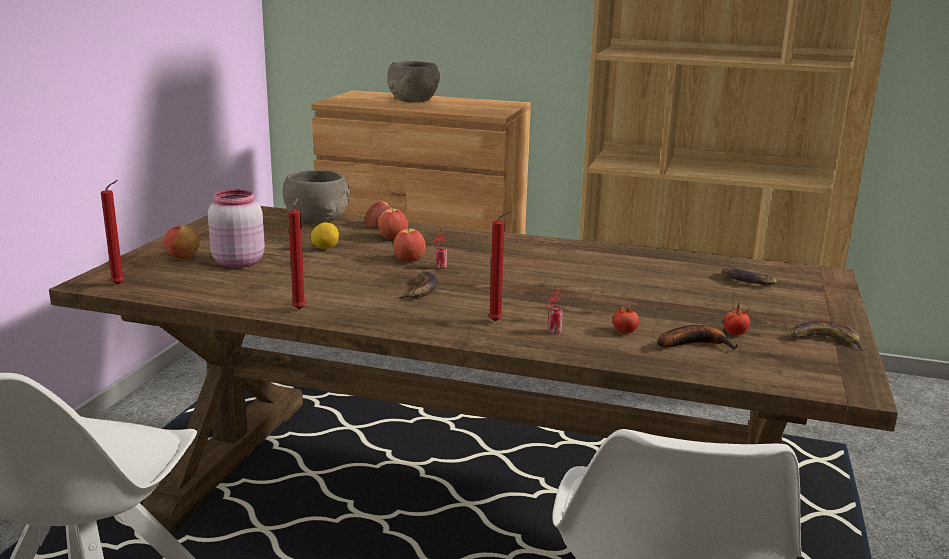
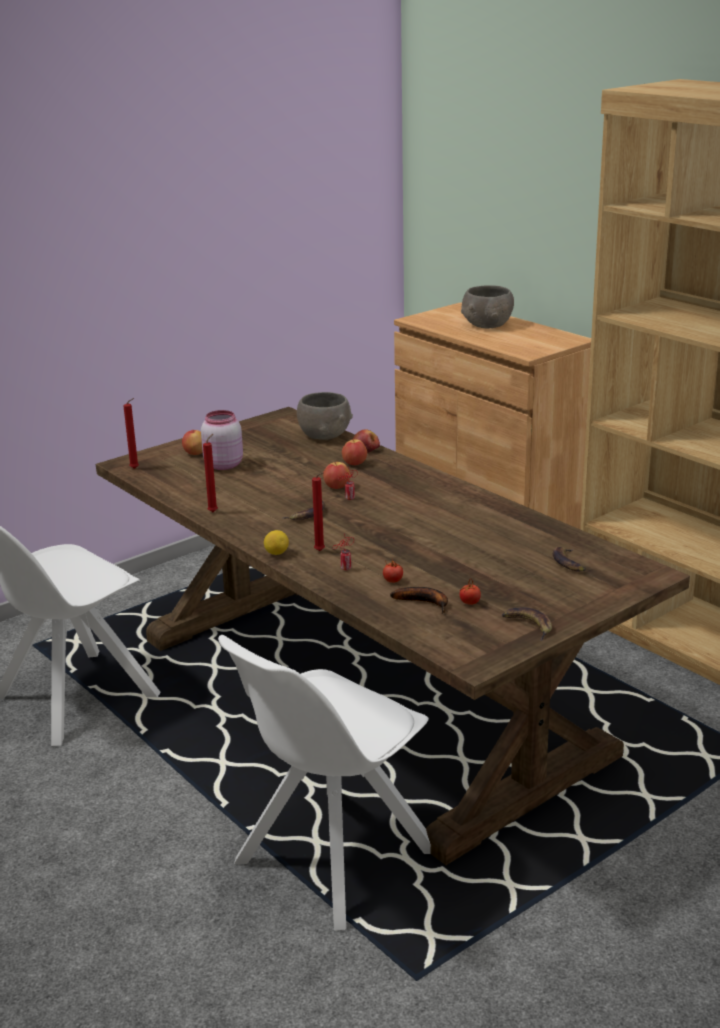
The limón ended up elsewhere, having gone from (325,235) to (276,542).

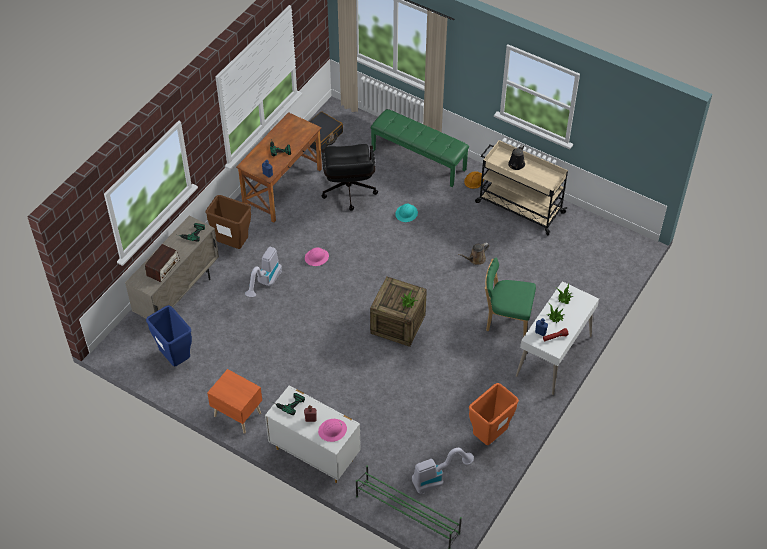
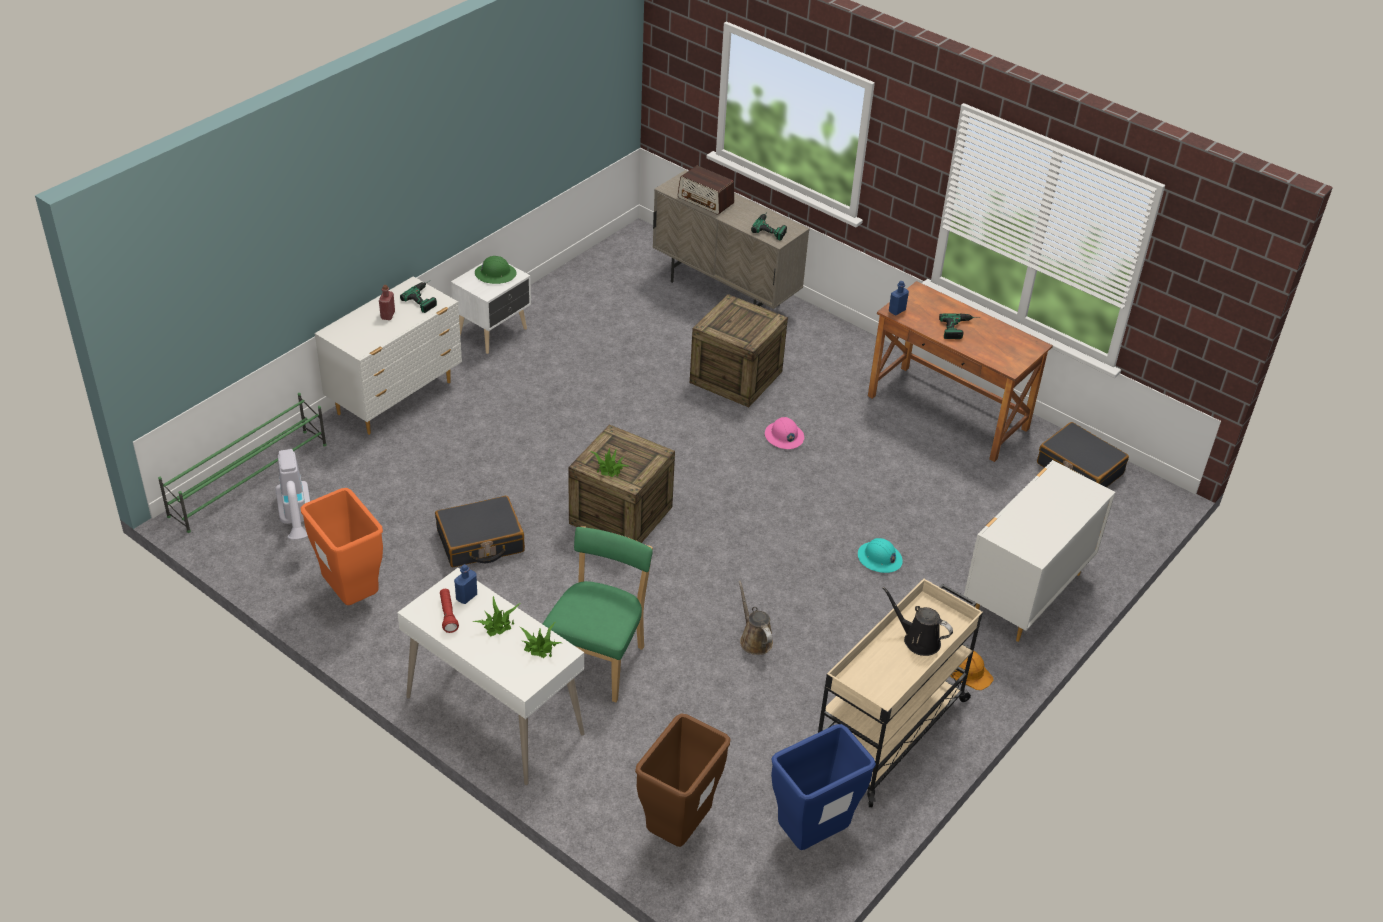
Where the banco (verde) stood at (420,148), the cómoda (blanco) came to stand at (1039,551). The second view lost the silla de oficina (negro) at (349,177). The papelera (marrón) ended up elsewhere, having gone from (228,222) to (682,780). Where the aspiradora stood at (263,272), the caja de embalaje came to stand at (739,350). The papelera (azul) ended up elsewhere, having gone from (169,336) to (823,787). What was the mesita de noche (naranja) at (234,401) turned into the mesita de noche (blanco) at (491,308). The second view lost the casco (rosa) at (332,430). The second view gained the casco (verde) at (495,270). The second view gained the maleta (negro) at (480,531).

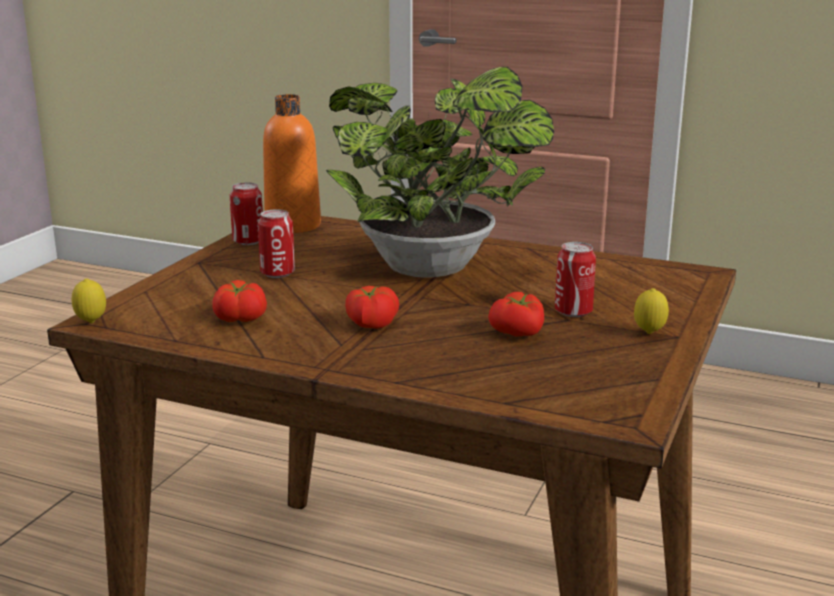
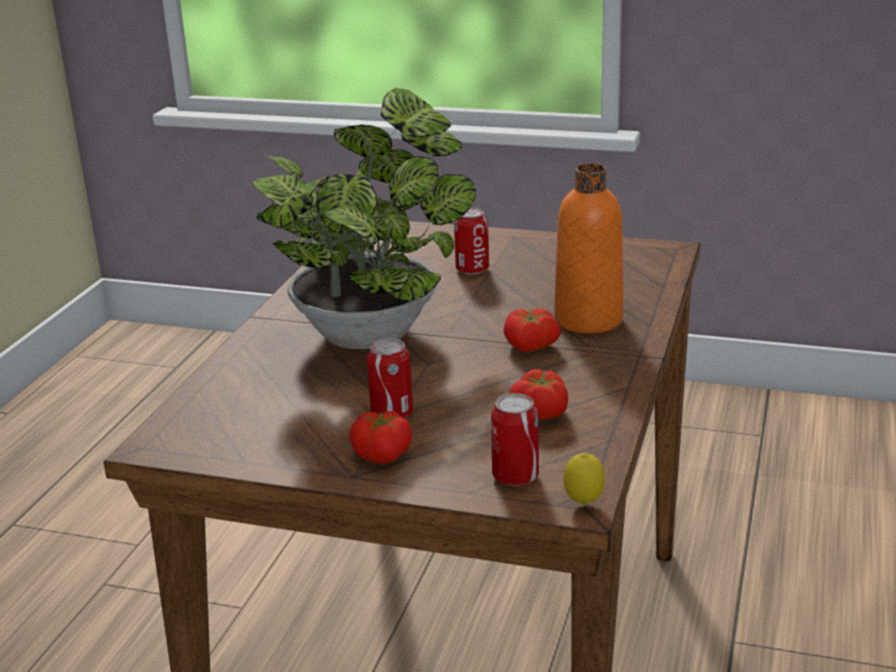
The botella (naranja) ended up elsewhere, having gone from (292,163) to (588,248). The lata ended up elsewhere, having gone from (246,213) to (515,439). The second view lost the limón at (651,311). The tomate ended up elsewhere, having gone from (516,314) to (380,437).

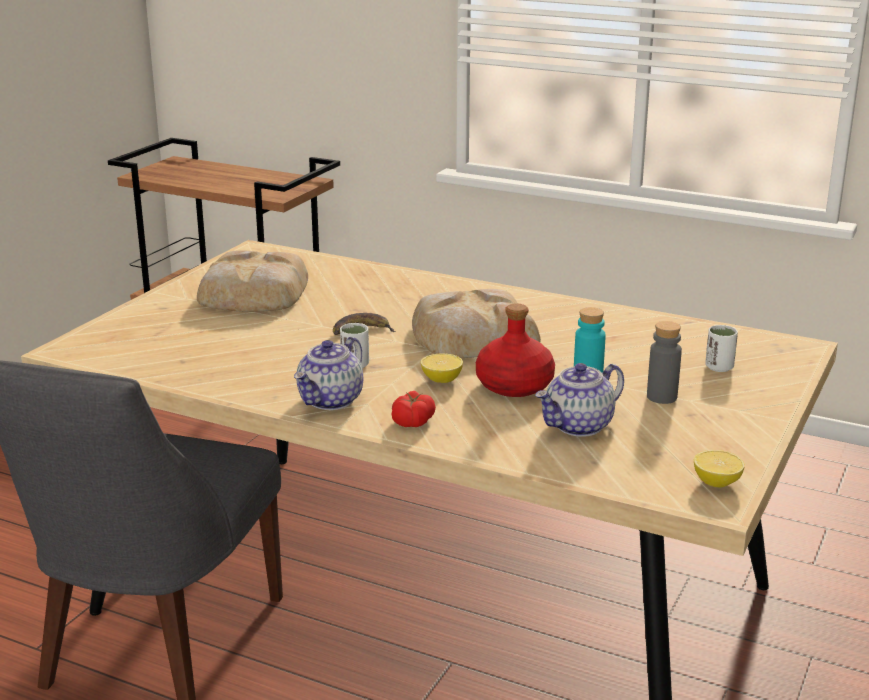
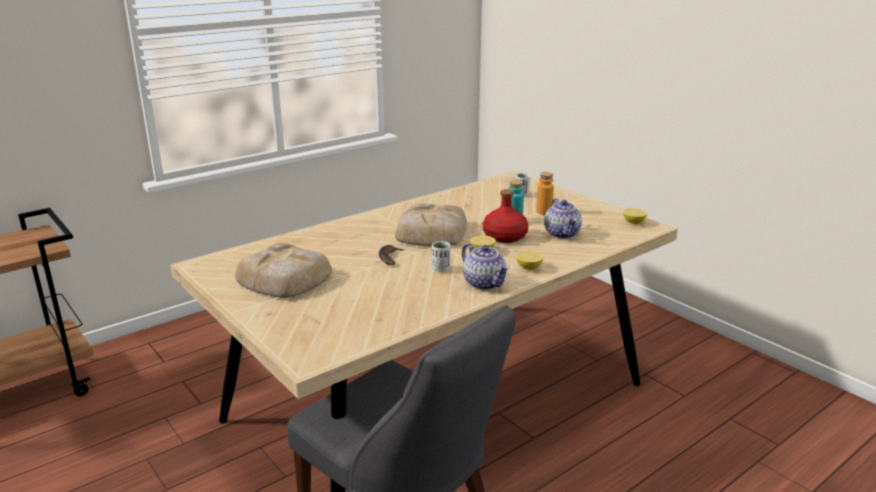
What was the botella (gris) at (664,362) turned into the botella (naranja) at (545,193). Where the tomate stood at (414,409), the limón came to stand at (529,260).

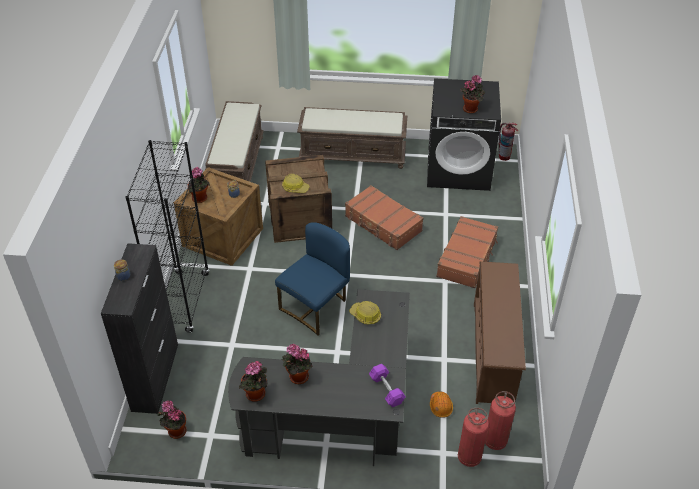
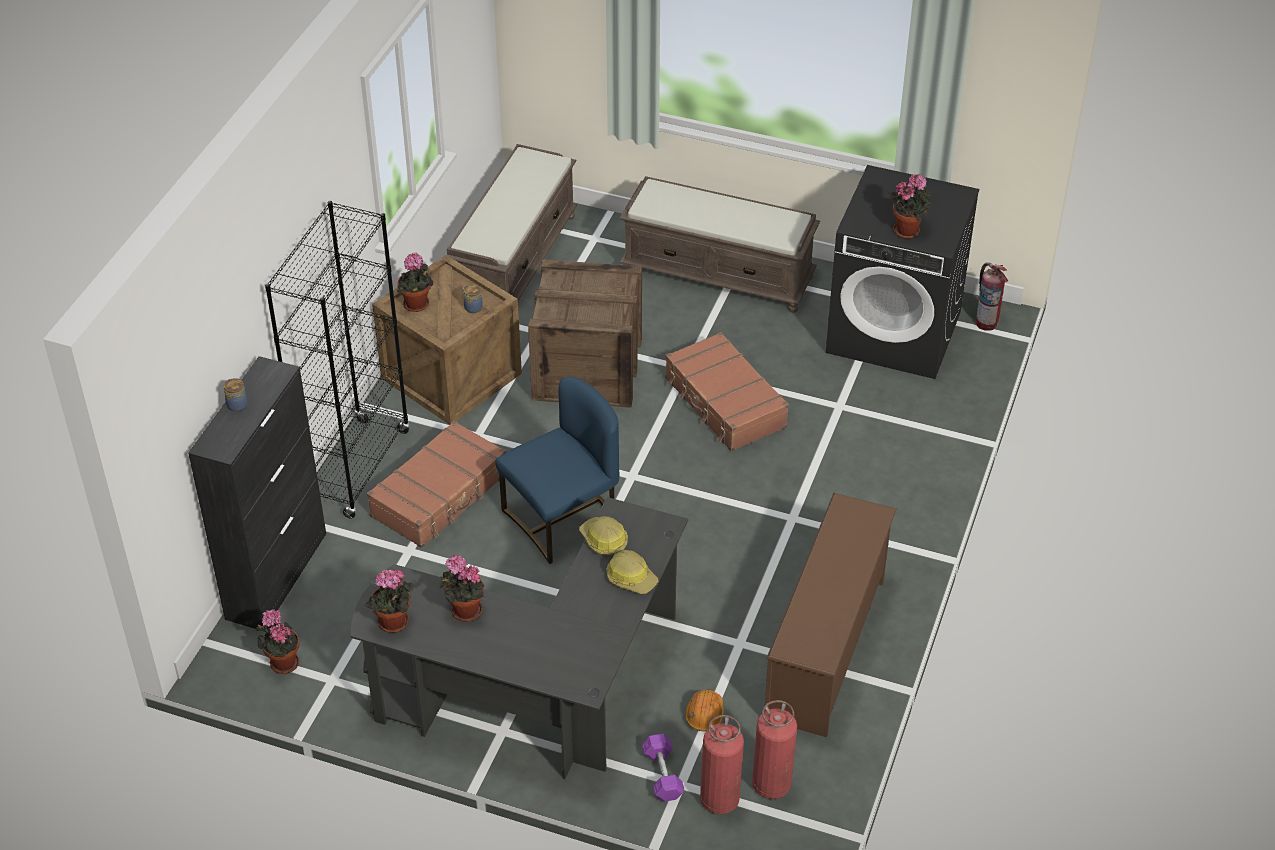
The casco ended up elsewhere, having gone from (296,183) to (632,572). The maleta (marrón) ended up elsewhere, having gone from (467,252) to (436,484). The mancuerna (morado) ended up elsewhere, having gone from (387,385) to (663,768).

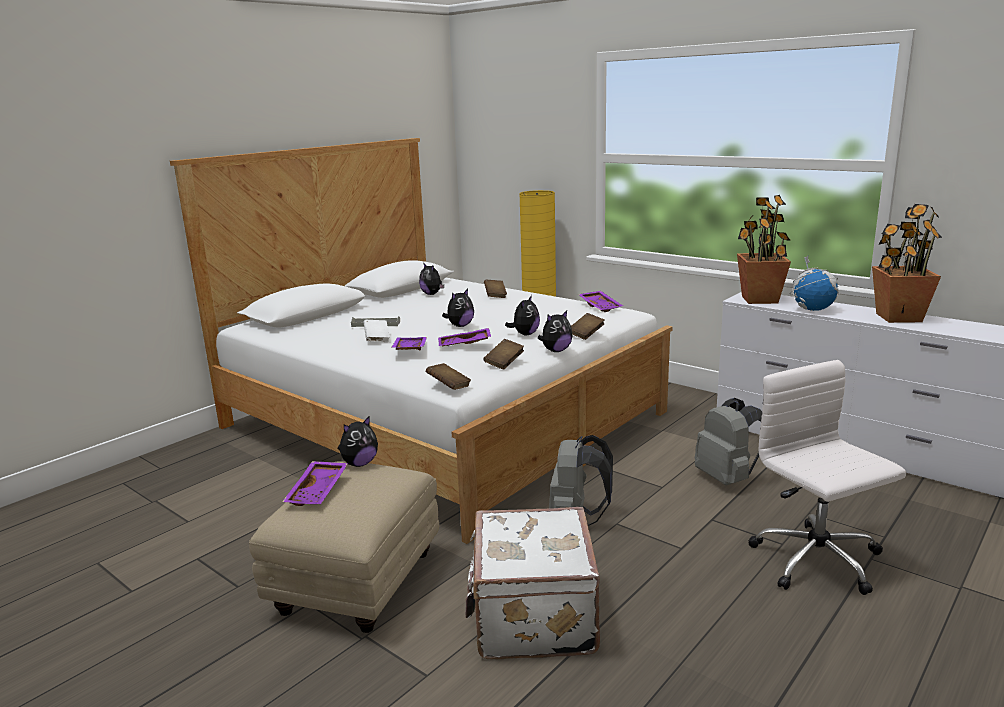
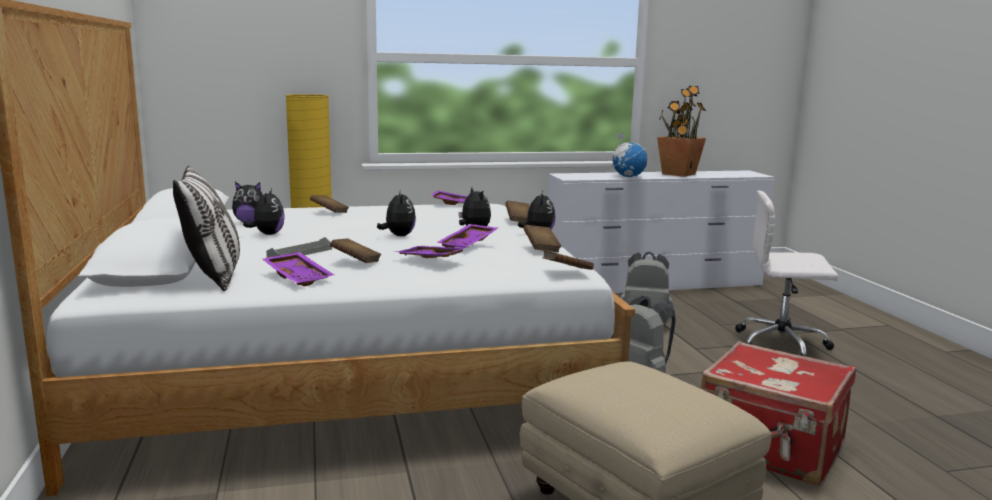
The second view lost the planta en maceta at (764,249). What was the libro (blanco) at (377,331) turned into the libro (marrón) at (355,250). The peluche ended up elsewhere, having gone from (358,442) to (264,212). The bandeja (morado) ended up elsewhere, having gone from (315,483) to (298,269). What was the maleta (blanco) at (532,583) turned into the maleta (rojo) at (778,414). The second view gained the cojín at (206,228).

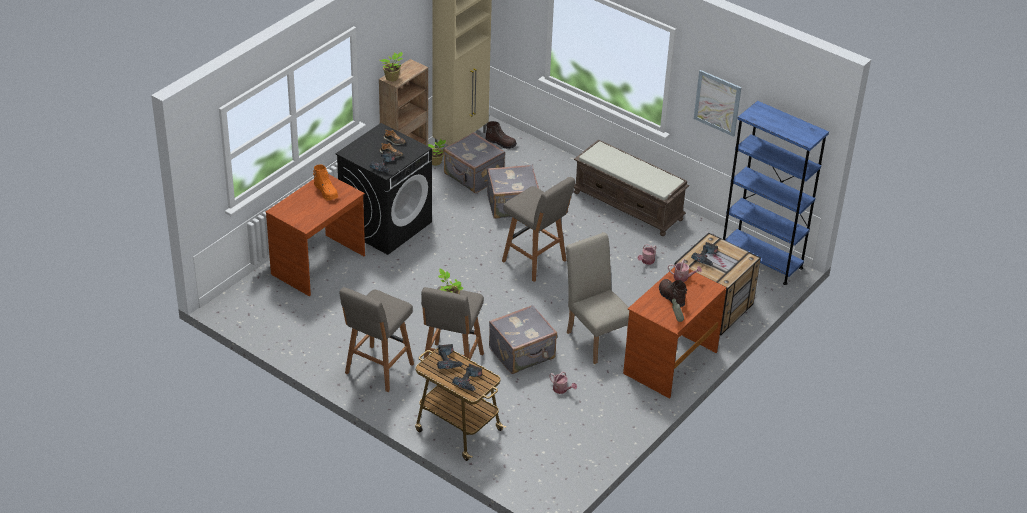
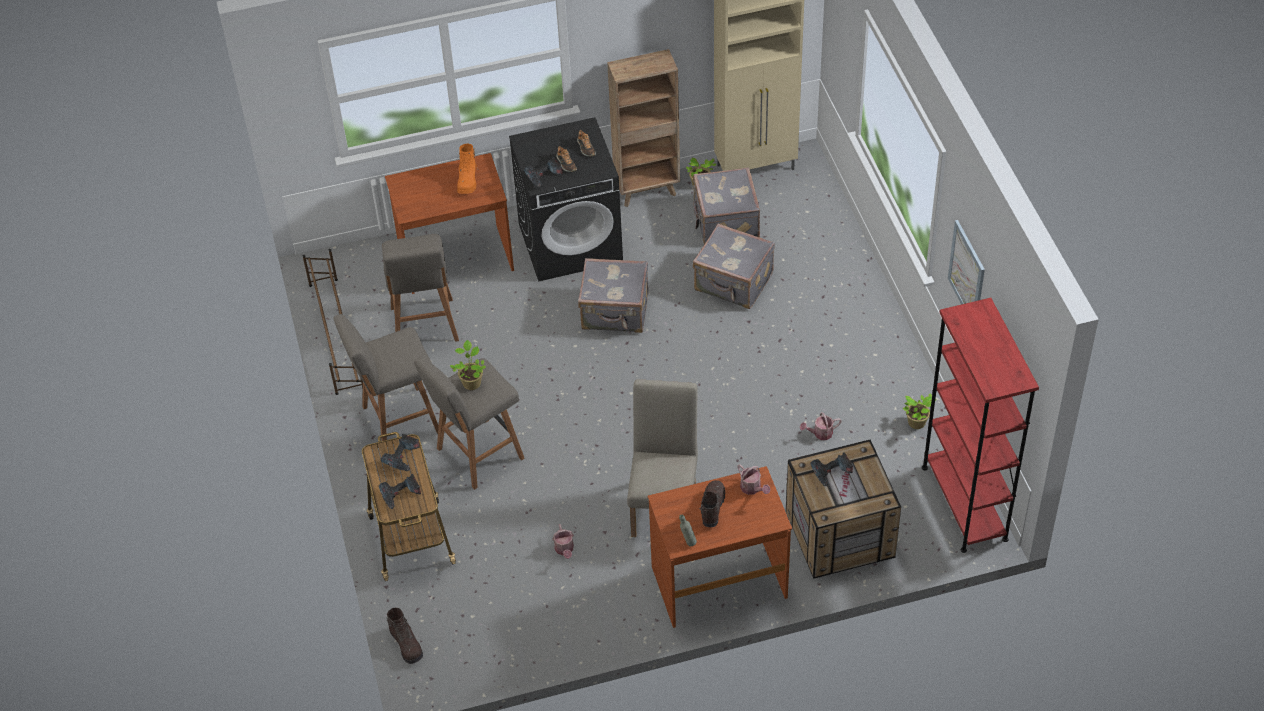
The planta en maceta ended up elsewhere, having gone from (391,66) to (919,411). What was the estantería (azul) at (776,193) turned into the estantería (rojo) at (980,425). The bota (marrón) ended up elsewhere, having gone from (501,135) to (404,635). The second view lost the banco (marrón) at (631,187). The taburete (gris) ended up elsewhere, having gone from (538,229) to (420,288). The maleta (gris) ended up elsewhere, having gone from (523,339) to (613,295). The second view gained the zapatero (marrón) at (332,322).

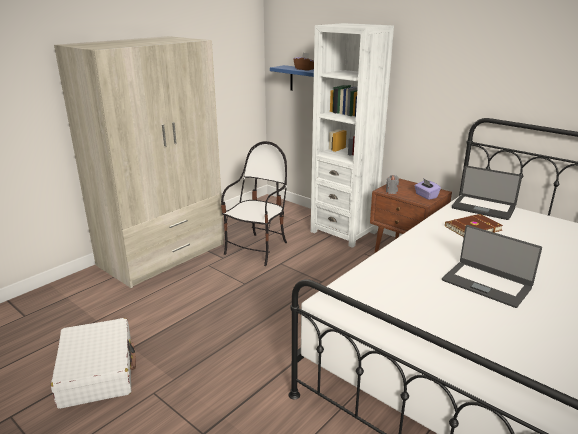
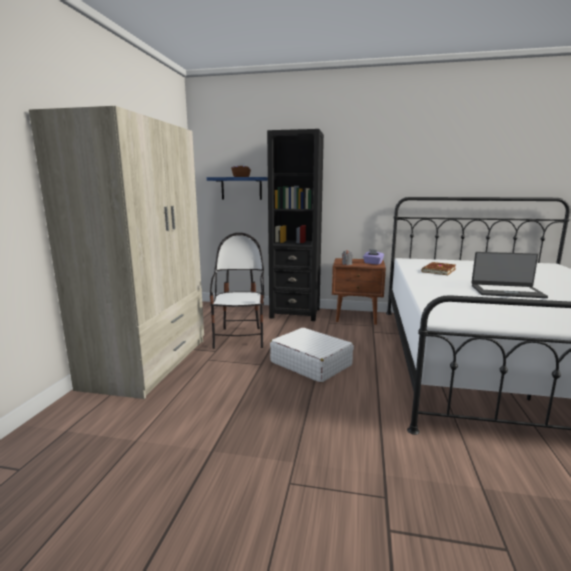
What was the estantería (blanco) at (352,135) turned into the estantería (negro) at (295,225). The second view lost the portátil at (487,193). The maleta (blanco) ended up elsewhere, having gone from (93,363) to (312,355).

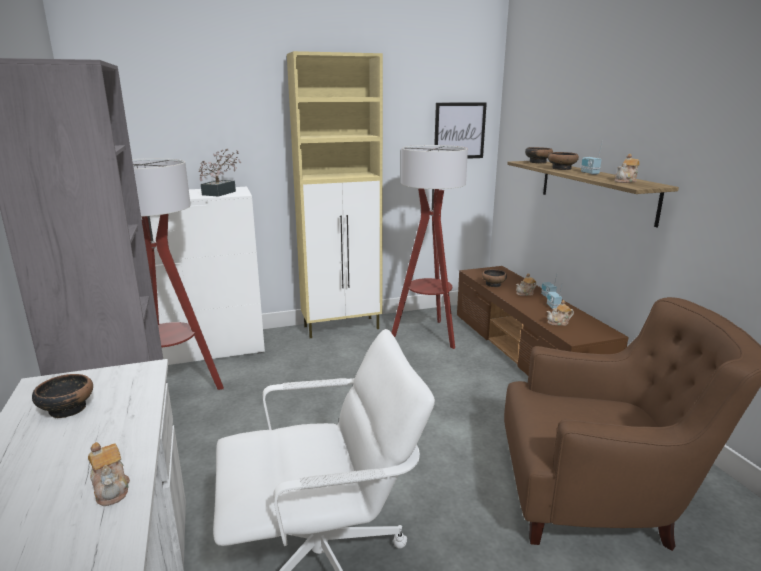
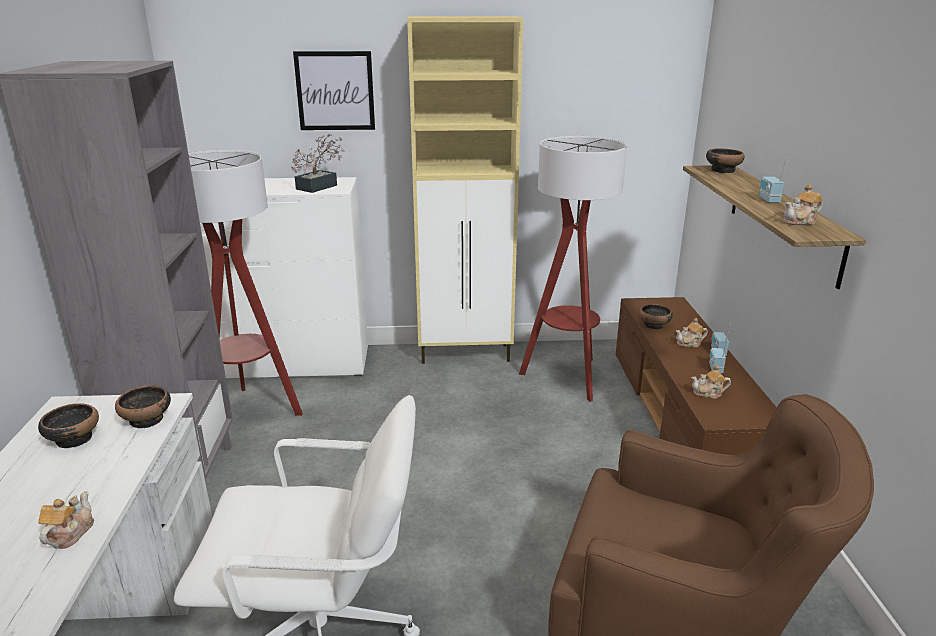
The cuadro ended up elsewhere, having gone from (460,130) to (334,90). The cuenco ended up elsewhere, having gone from (563,161) to (143,406). The tetera at (109,474) ended up facing another way, 150 degrees counterclockwise from before.

